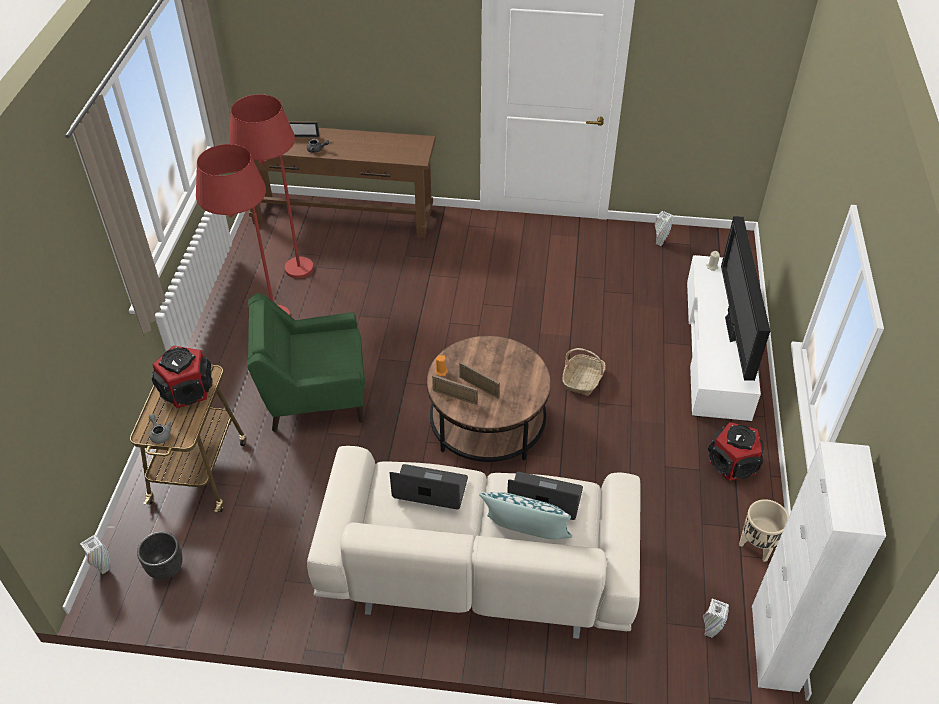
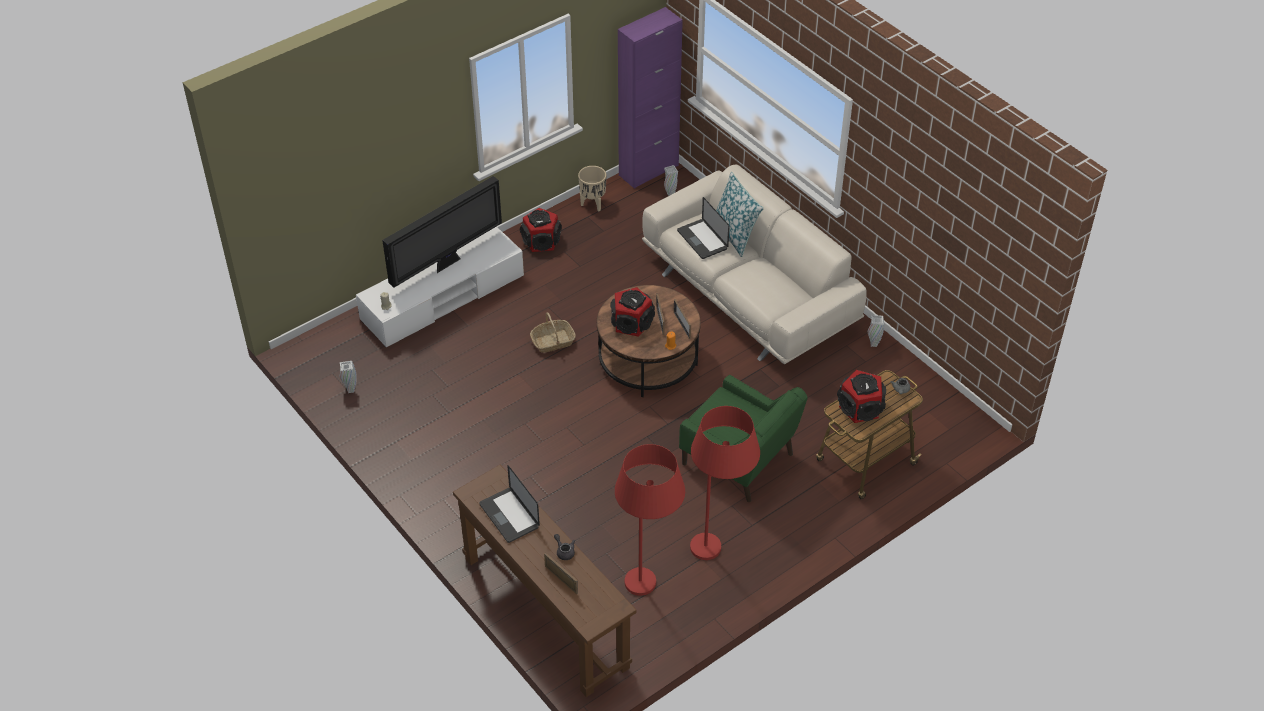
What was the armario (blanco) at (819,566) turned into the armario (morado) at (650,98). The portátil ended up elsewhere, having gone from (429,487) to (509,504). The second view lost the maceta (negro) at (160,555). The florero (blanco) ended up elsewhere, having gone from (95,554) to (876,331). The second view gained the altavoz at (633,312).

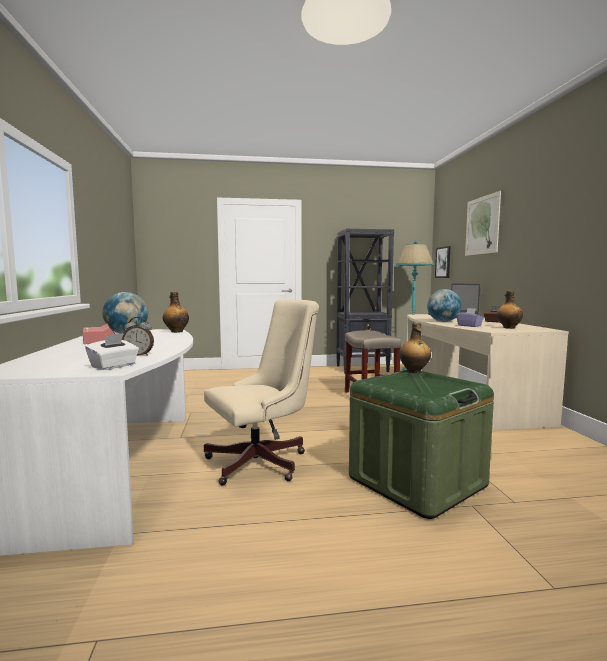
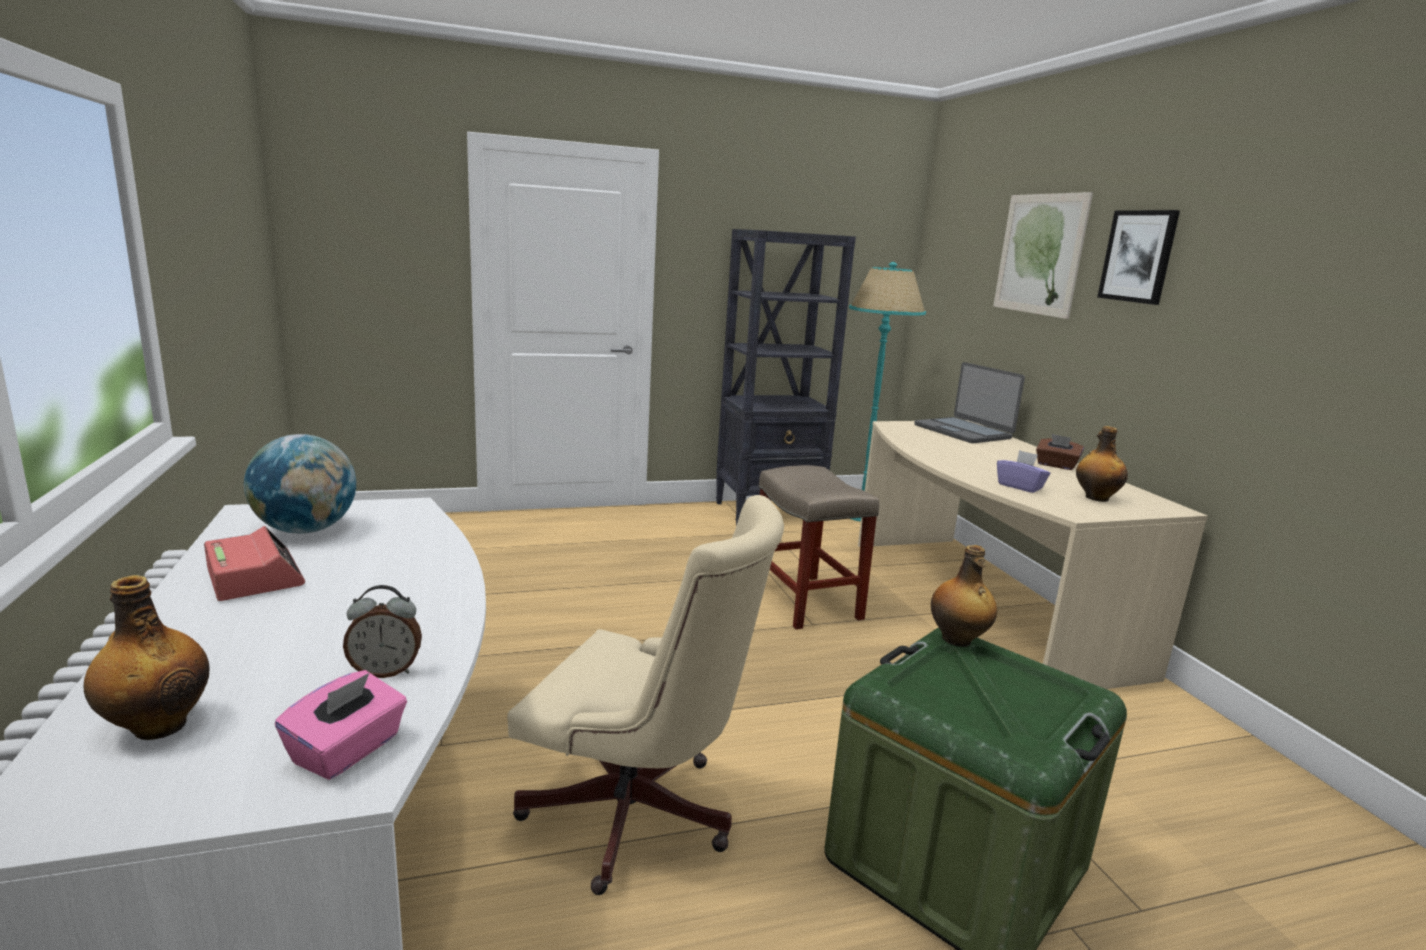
The cuadro ended up elsewhere, having gone from (443,262) to (1138,257). The second view lost the globo terráqueo at (444,305). The botella ended up elsewhere, having gone from (176,312) to (146,657). The silla de oficina (beis) at (261,392) ended up facing another way, 60 degrees clockwise from before. What was the caja de pañuelos (blanco) at (112,351) turned into the caja de pañuelos (rosa) at (341,725).

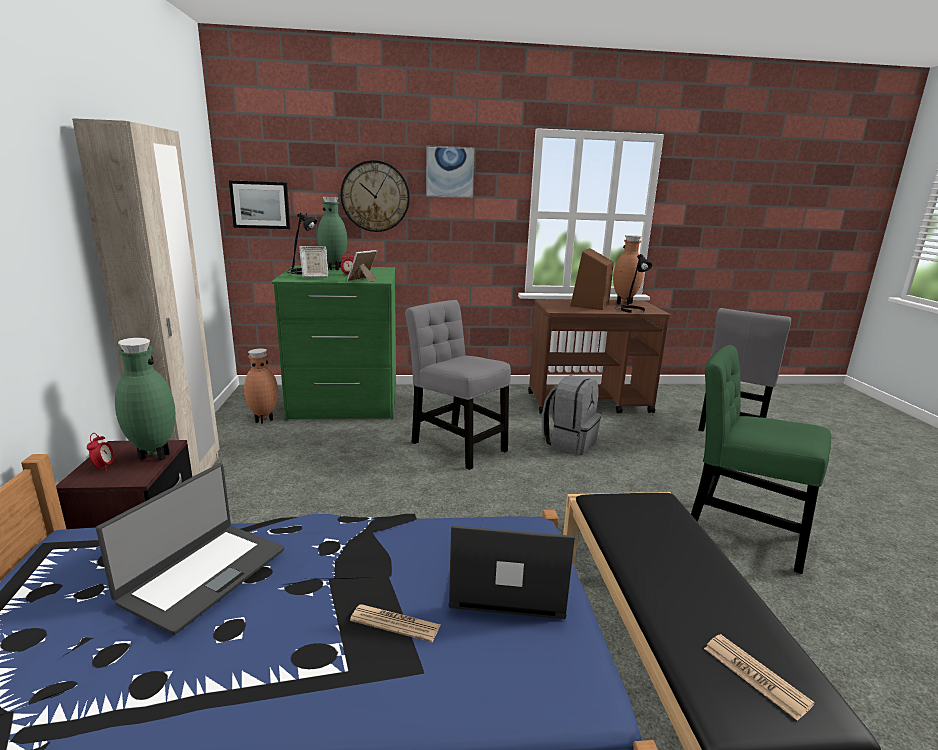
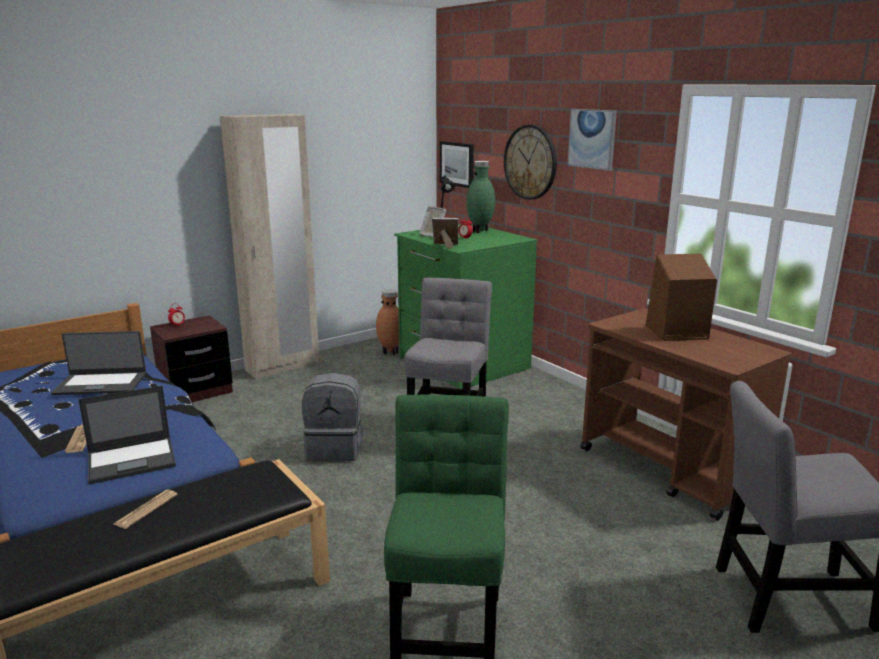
The second view lost the florero (marrón) at (628,269). The second view lost the lámpara de mesa (negro) at (633,283). The second view lost the florero (verde) at (145,399). The mochila (gris) ended up elsewhere, having gone from (571,415) to (332,417). The portátil at (512,572) ended up facing another way, 90 degrees clockwise from before. The periódico ended up elsewhere, having gone from (759,677) to (146,509).

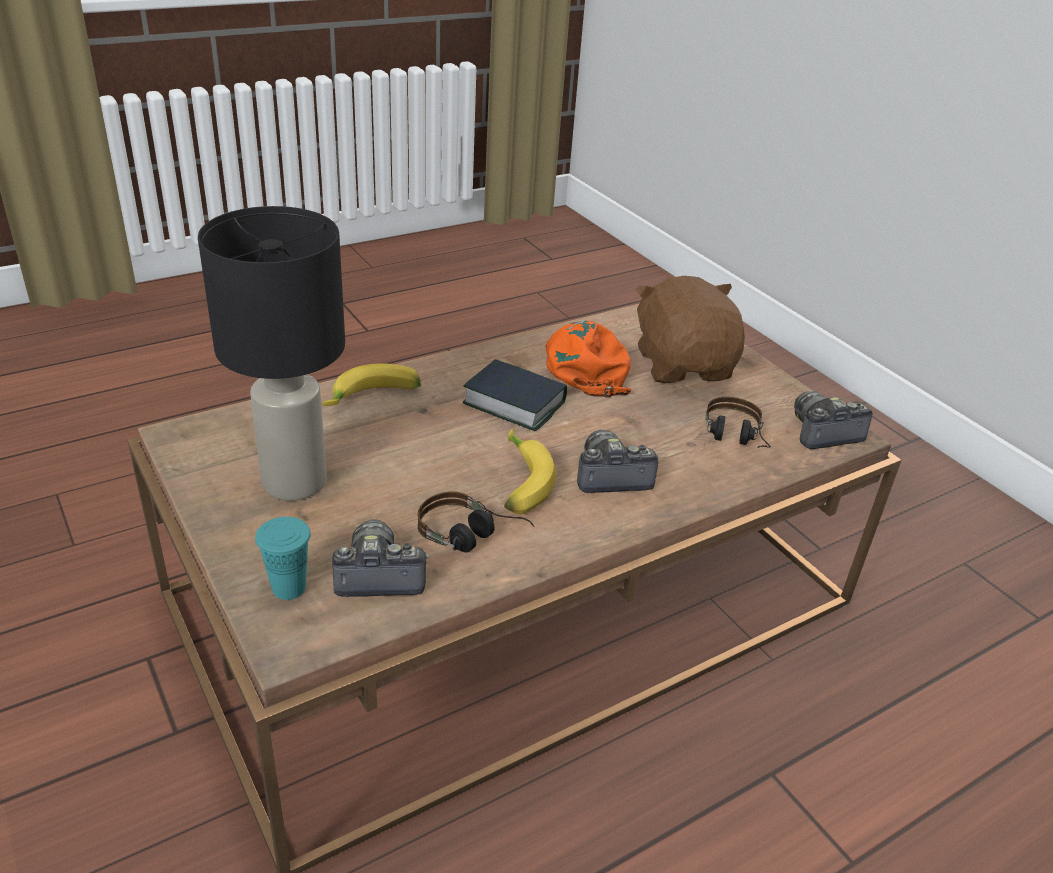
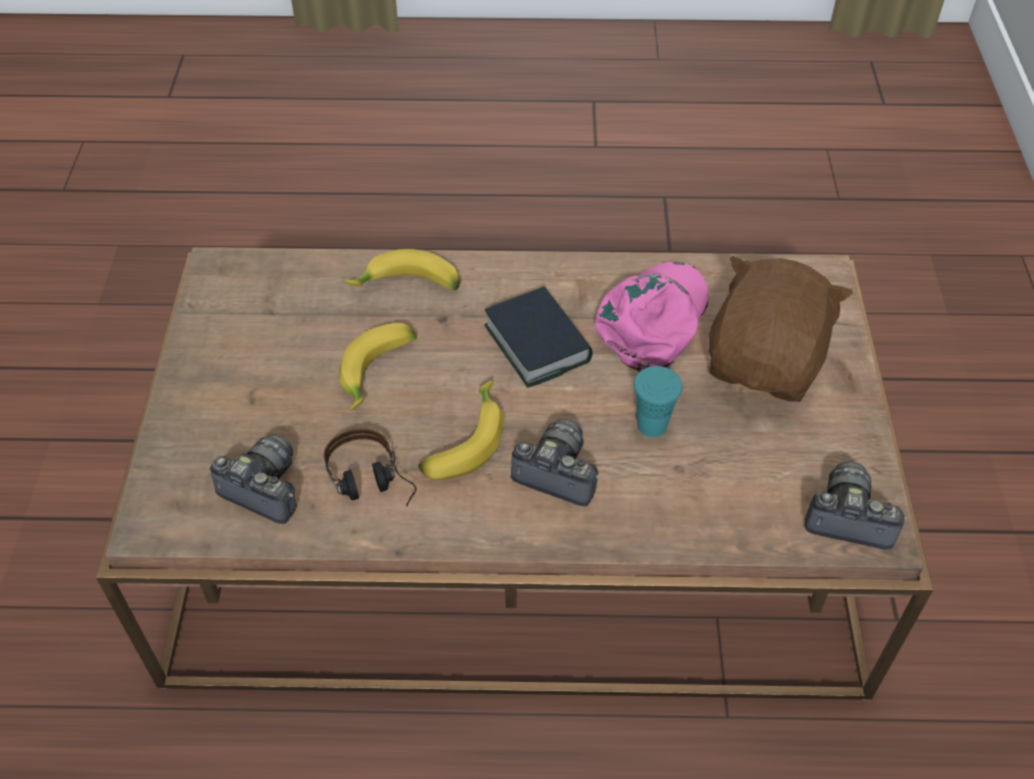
The second view lost the lámpara de mesa (negro) at (271,353). What was the gorra (naranja) at (588,359) turned into the gorra (rosa) at (652,317). The second view lost the auriculares at (738,422). The taza (turquesa) ended up elsewhere, having gone from (283,558) to (658,401). The second view gained the plátano at (377,367).

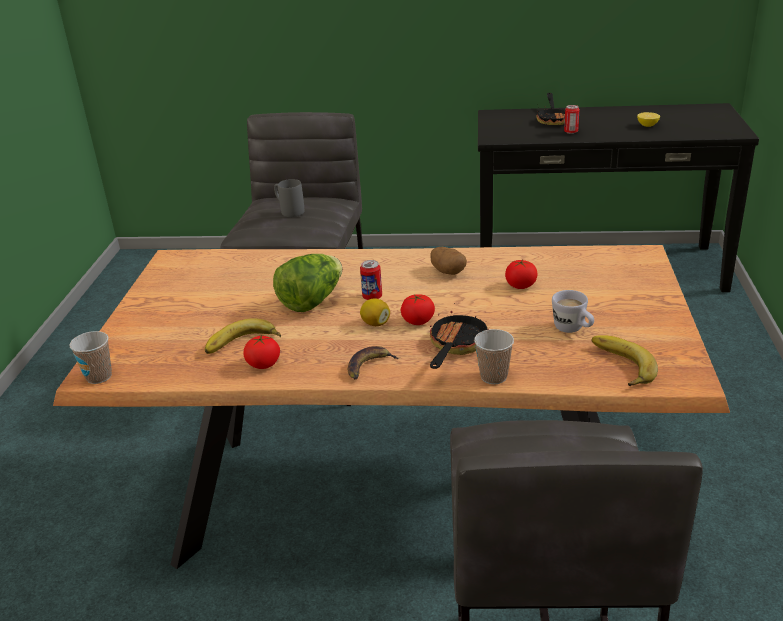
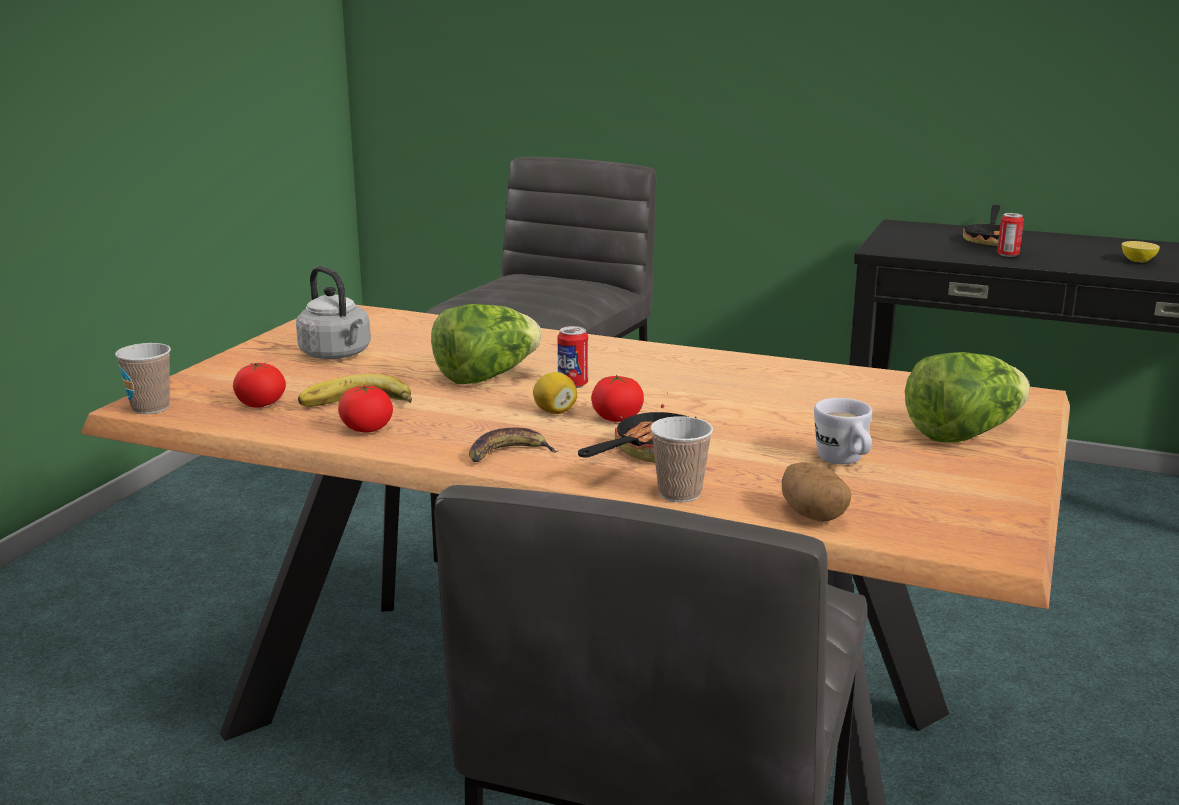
The second view lost the taza grande (gris) at (289,198). The patata ended up elsewhere, having gone from (448,261) to (817,492). The tomate ended up elsewhere, having gone from (521,274) to (259,385). The second view lost the plátano at (624,360). The second view gained the hervidor (gris) at (333,312). The second view gained the lechuga at (967,397).

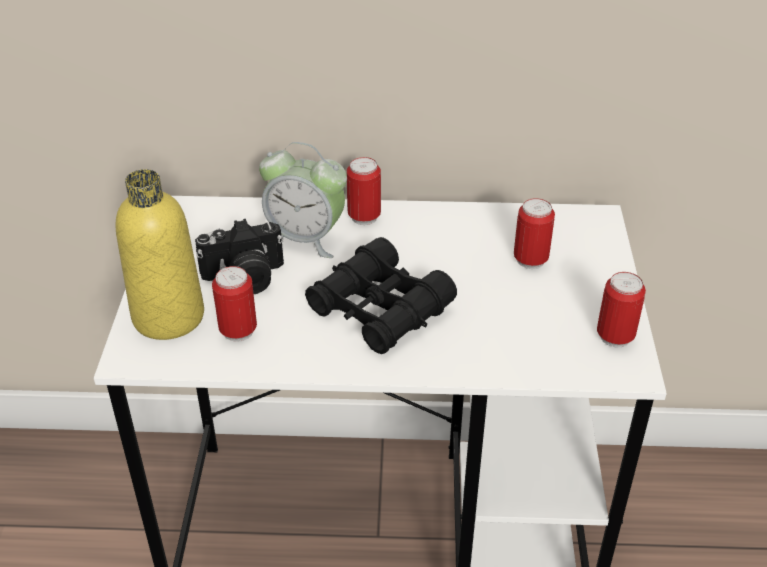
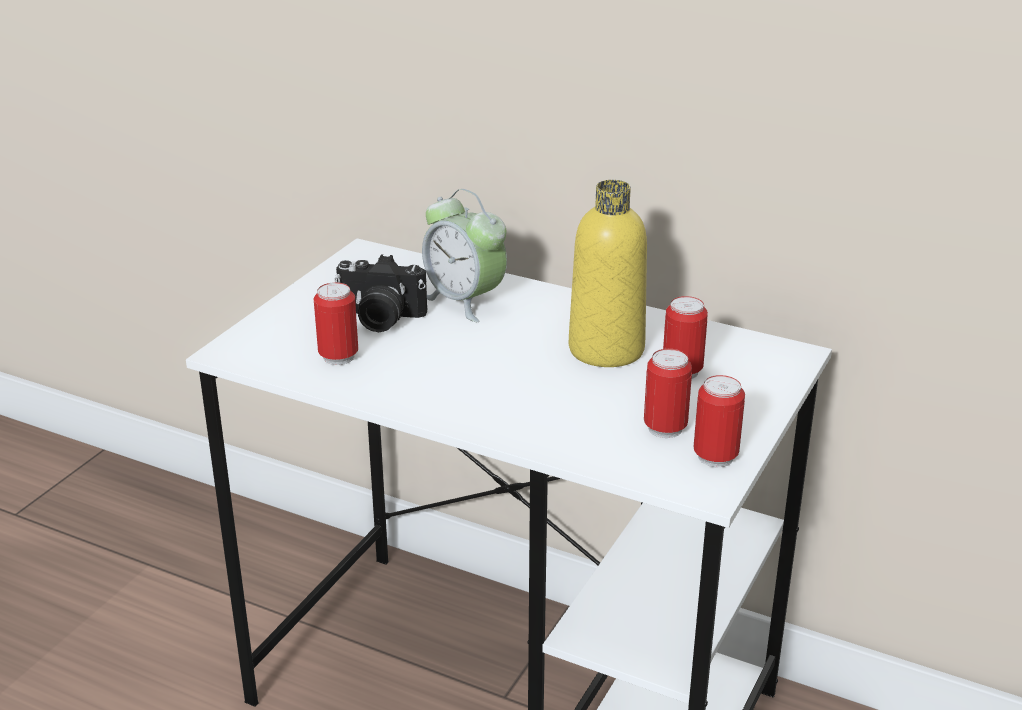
The lata ended up elsewhere, having gone from (364,191) to (668,393). The botella (amarillo) ended up elsewhere, having gone from (160,254) to (608,273). The second view lost the prismáticos (negro) at (381,295).

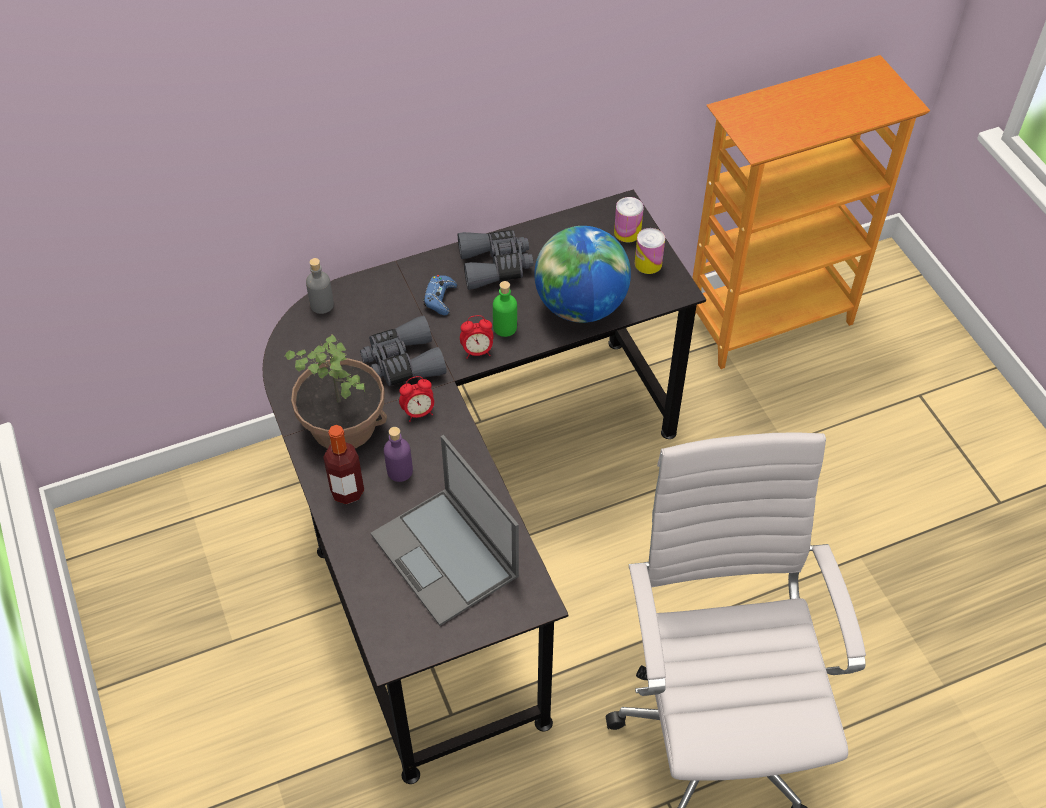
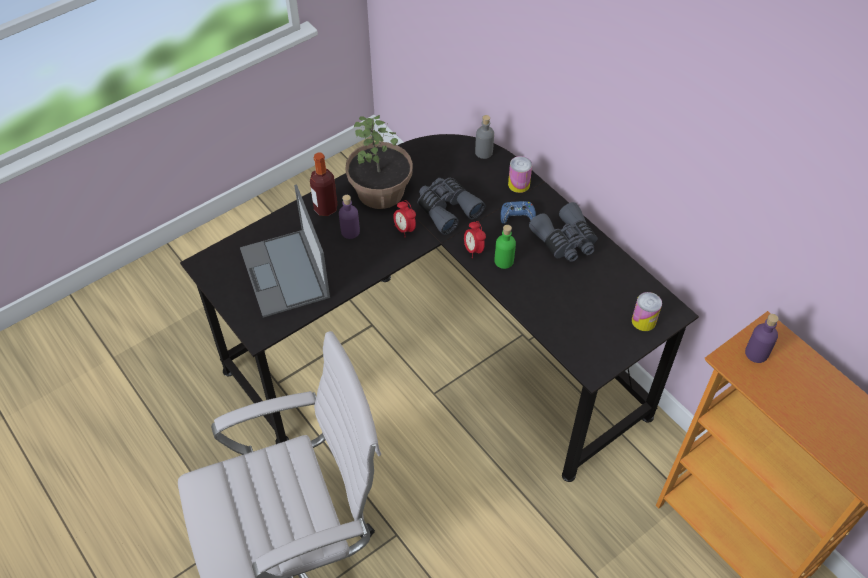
The second view lost the globo terráqueo at (582,274). The lata ended up elsewhere, having gone from (650,251) to (520,174). The portátil at (445,530) ended up facing another way, 60 degrees counterclockwise from before. The second view gained the botella (morado) at (762,338).

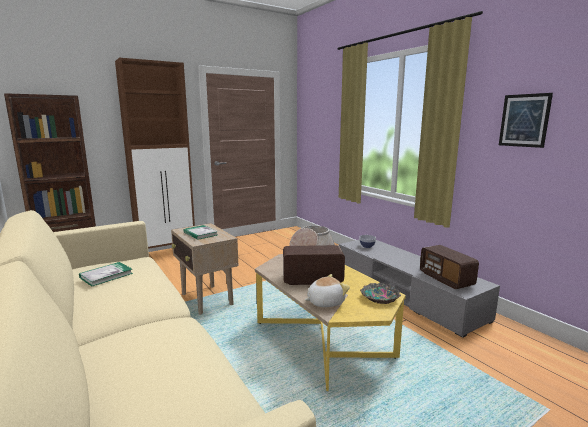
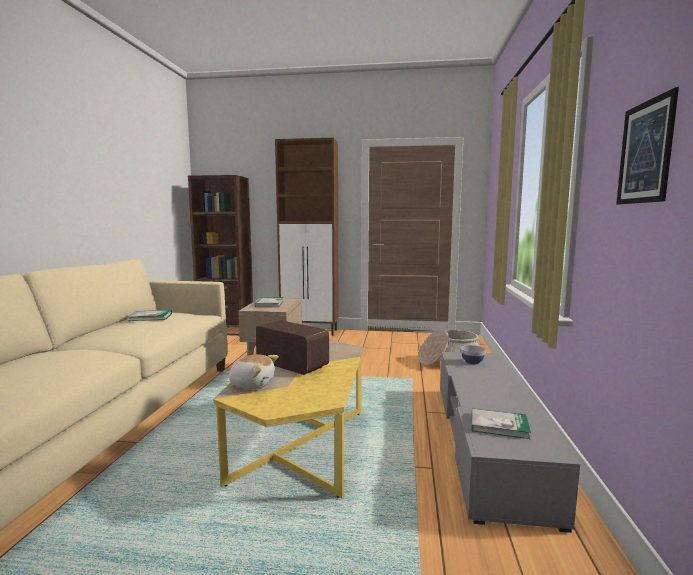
Where the radio stood at (449,267), the libro came to stand at (501,423). The second view lost the cuenco at (380,293).

